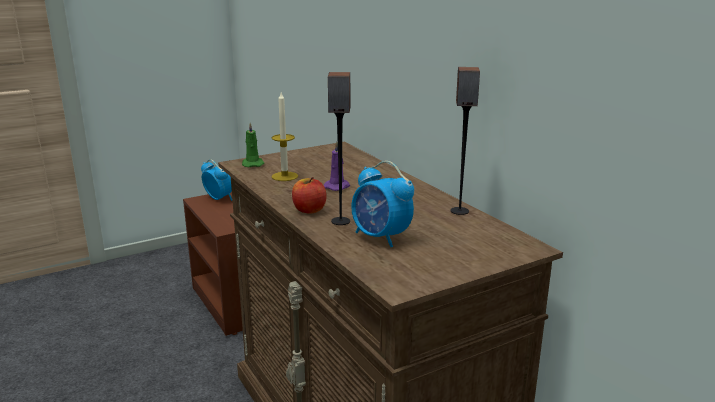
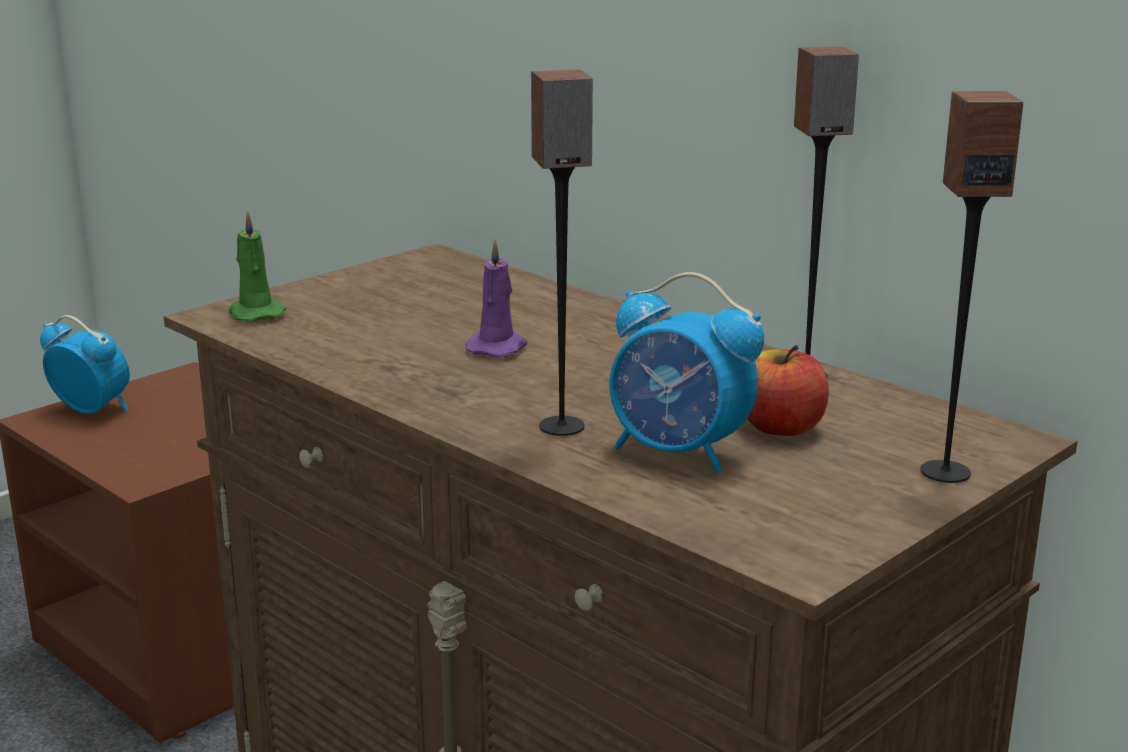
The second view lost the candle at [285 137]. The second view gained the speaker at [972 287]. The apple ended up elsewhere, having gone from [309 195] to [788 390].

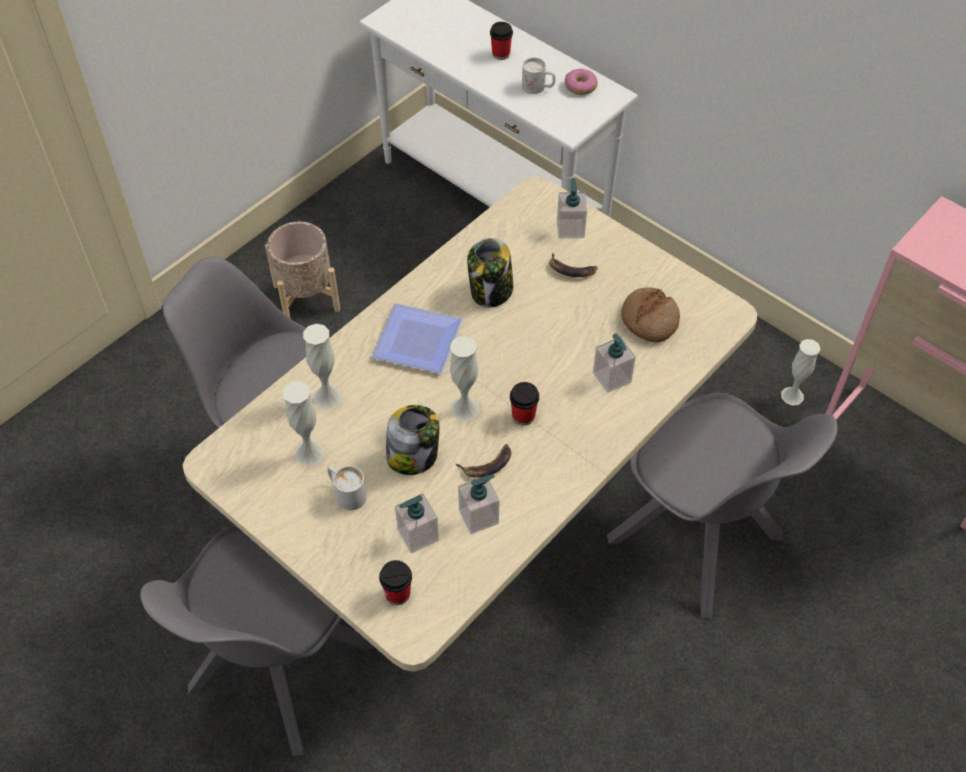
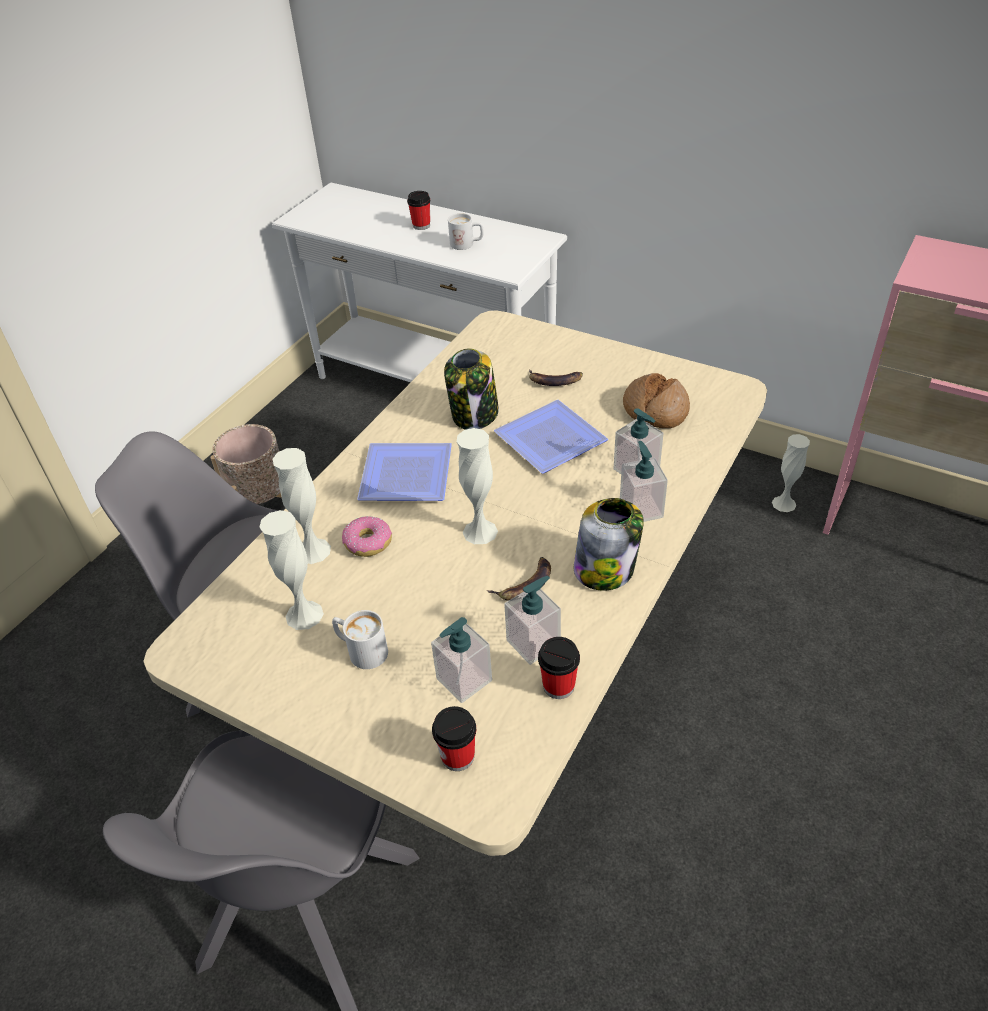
The second view lost the grey chair at [722 506]. The second view gained the plate at [551 437]. The jar ended up elsewhere, having gone from [413 440] to [608 544]. The cup ended up elsewhere, having gone from [524 403] to [559 668]. The soap dispenser ended up elsewhere, having gone from [572 208] to [644 481]. The donut ended up elsewhere, having gone from [581 82] to [367 536].

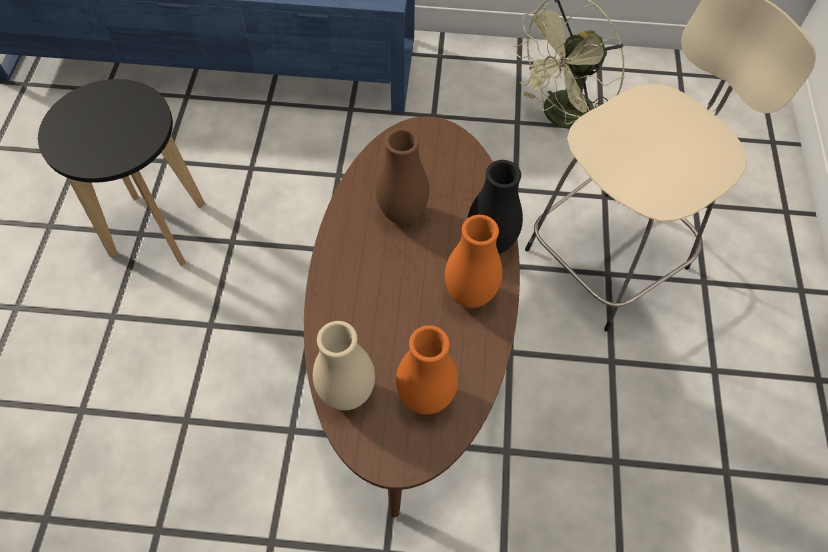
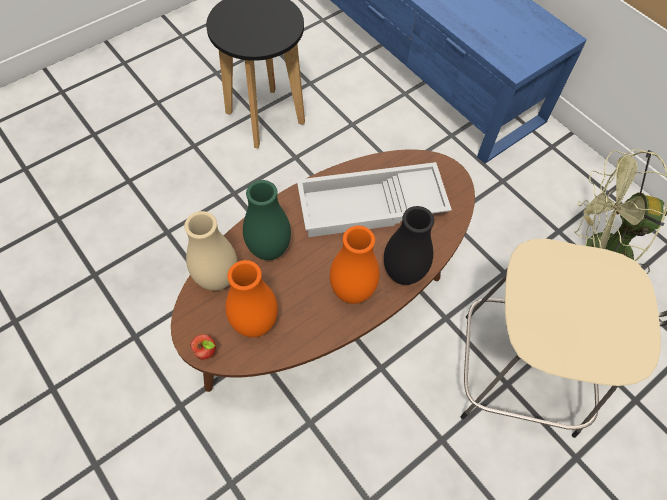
The second view gained the apple at [203 347]. The second view gained the green vase at [267 220]. Where the brown vase stood at [402 176], the white tray came to stand at [374 199].

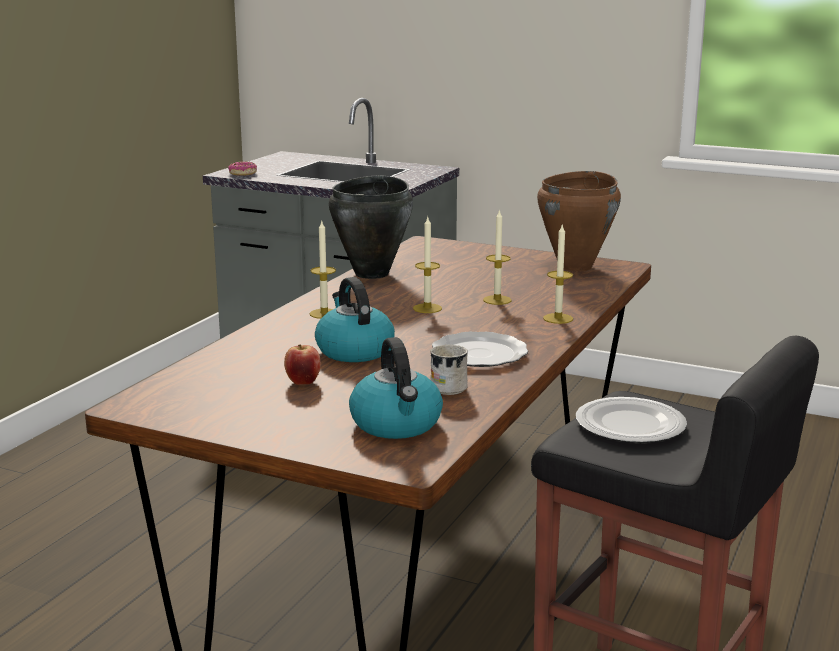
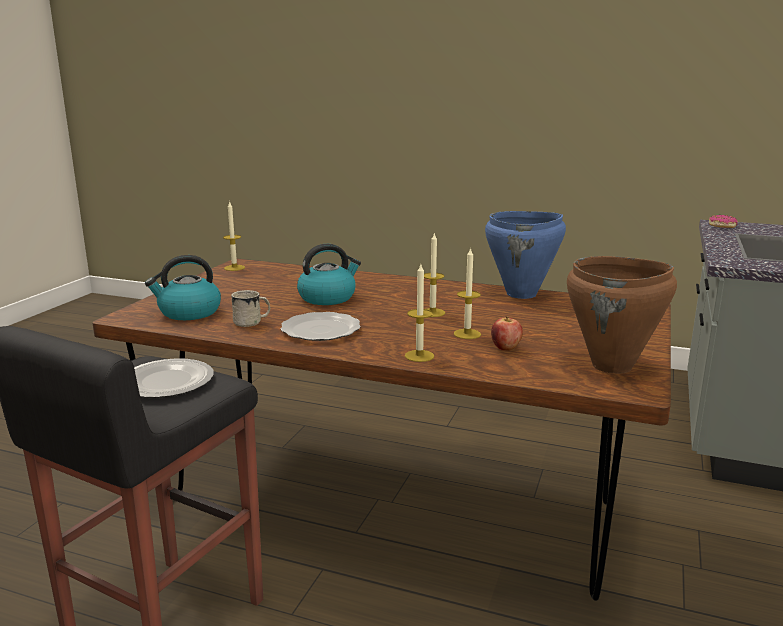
The apple ended up elsewhere, having gone from [302 364] to [507 333]. The candle ended up elsewhere, having gone from [323 270] to [234 236]. What was the black cooking pot at [371 227] turned into the blue cooking pot at [525 255].

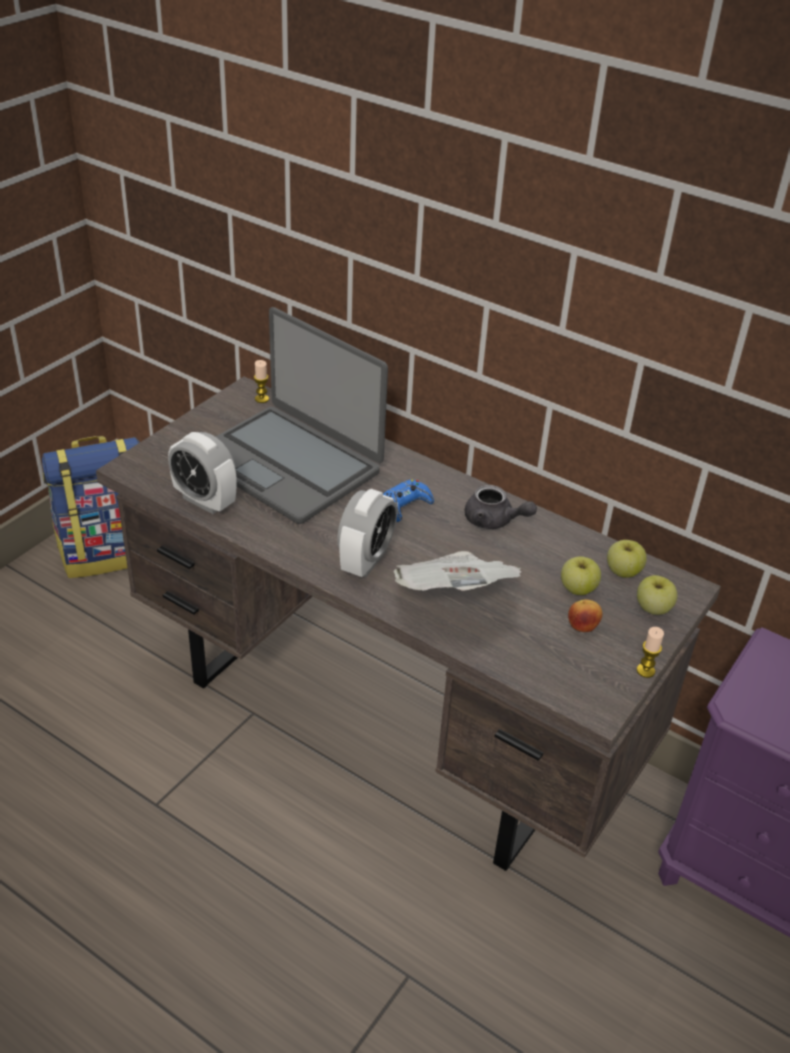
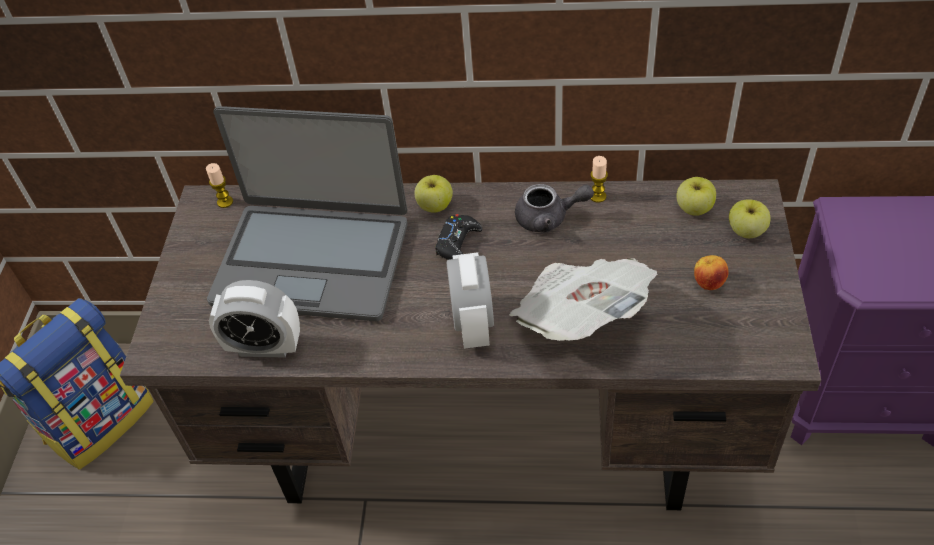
The apple ended up elsewhere, having gone from [581 575] to [433 194]. The candle ended up elsewhere, having gone from [650 652] to [599 179]. What was the blue game controller at [408 500] turned into the black game controller at [458 237].

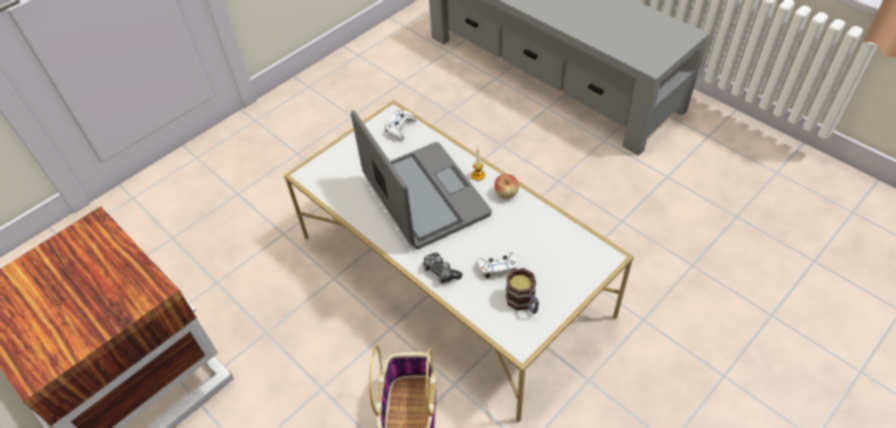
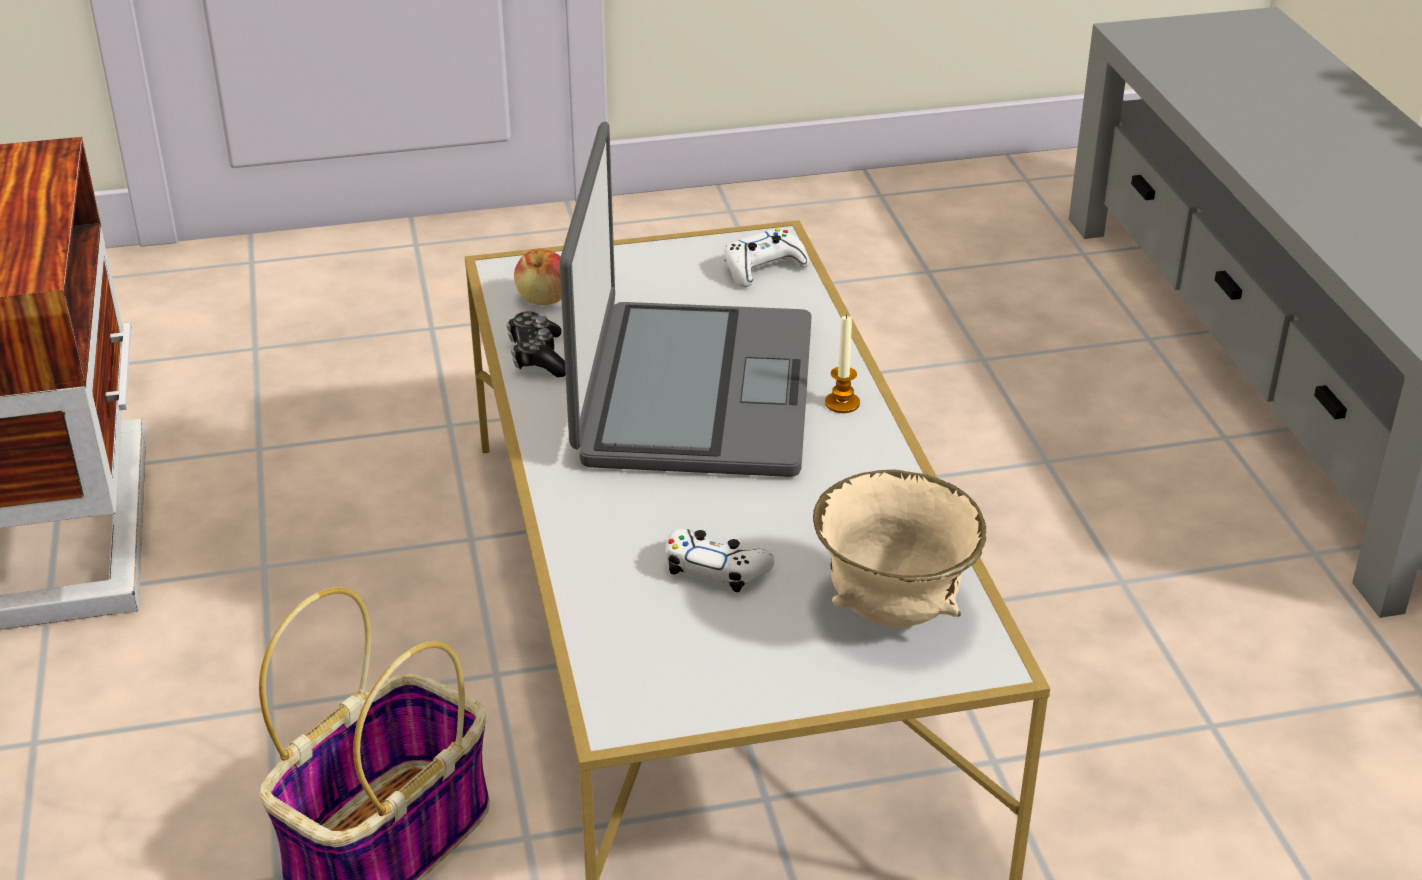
The second view lost the mug at [522 291]. The second view gained the beige bowl at [899 548]. The game controller ended up elsewhere, having gone from [442 268] to [536 345]. The apple ended up elsewhere, having gone from [506 186] to [537 277].

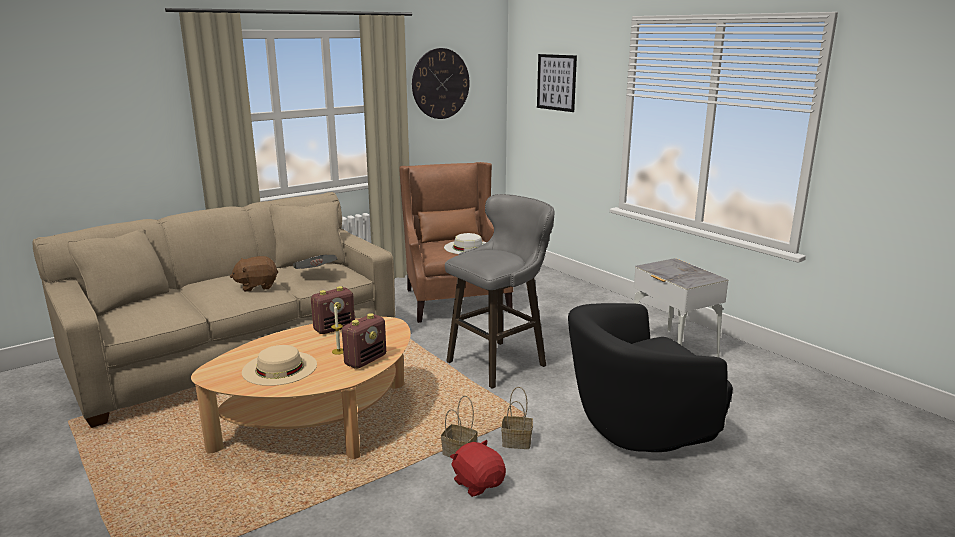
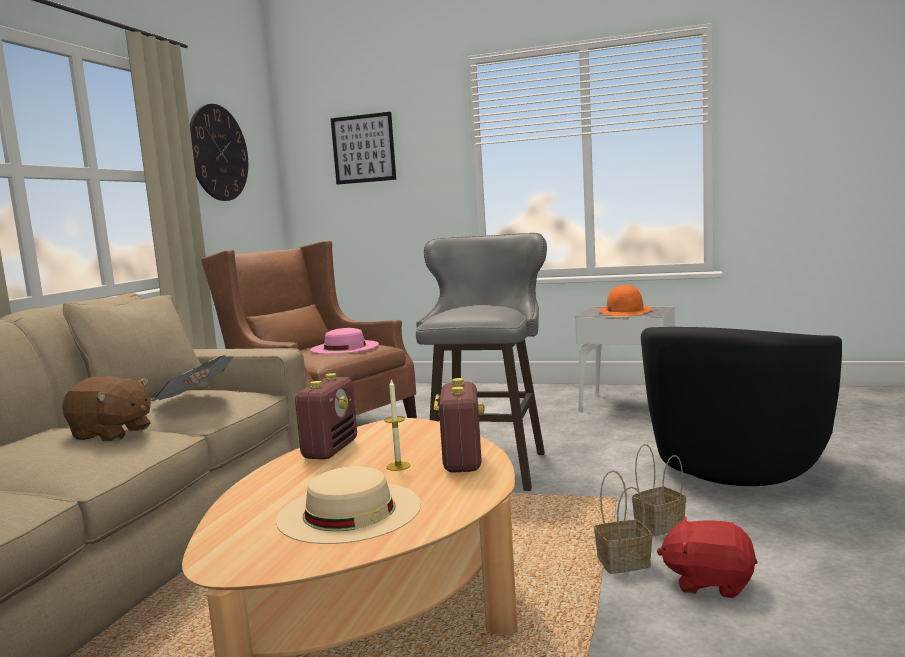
The second view gained the orange hat at [625 300]. What was the white hat at [465 243] turned into the pink hat at [345 341]. The brown plush toy at [254 274] ended up facing another way, 105 degrees counterclockwise from before.

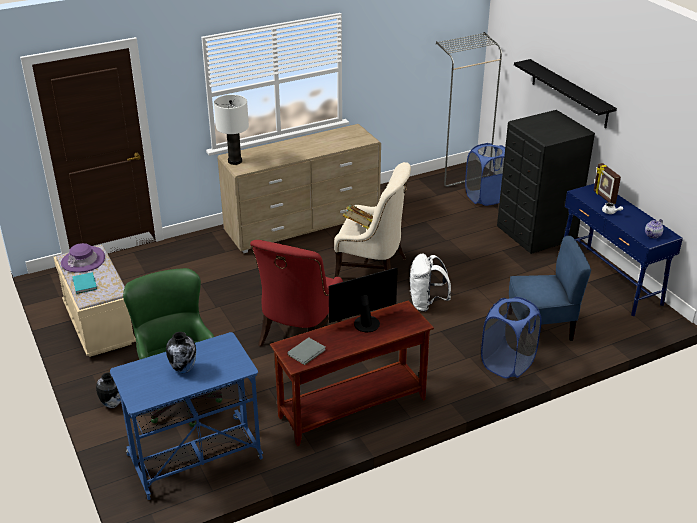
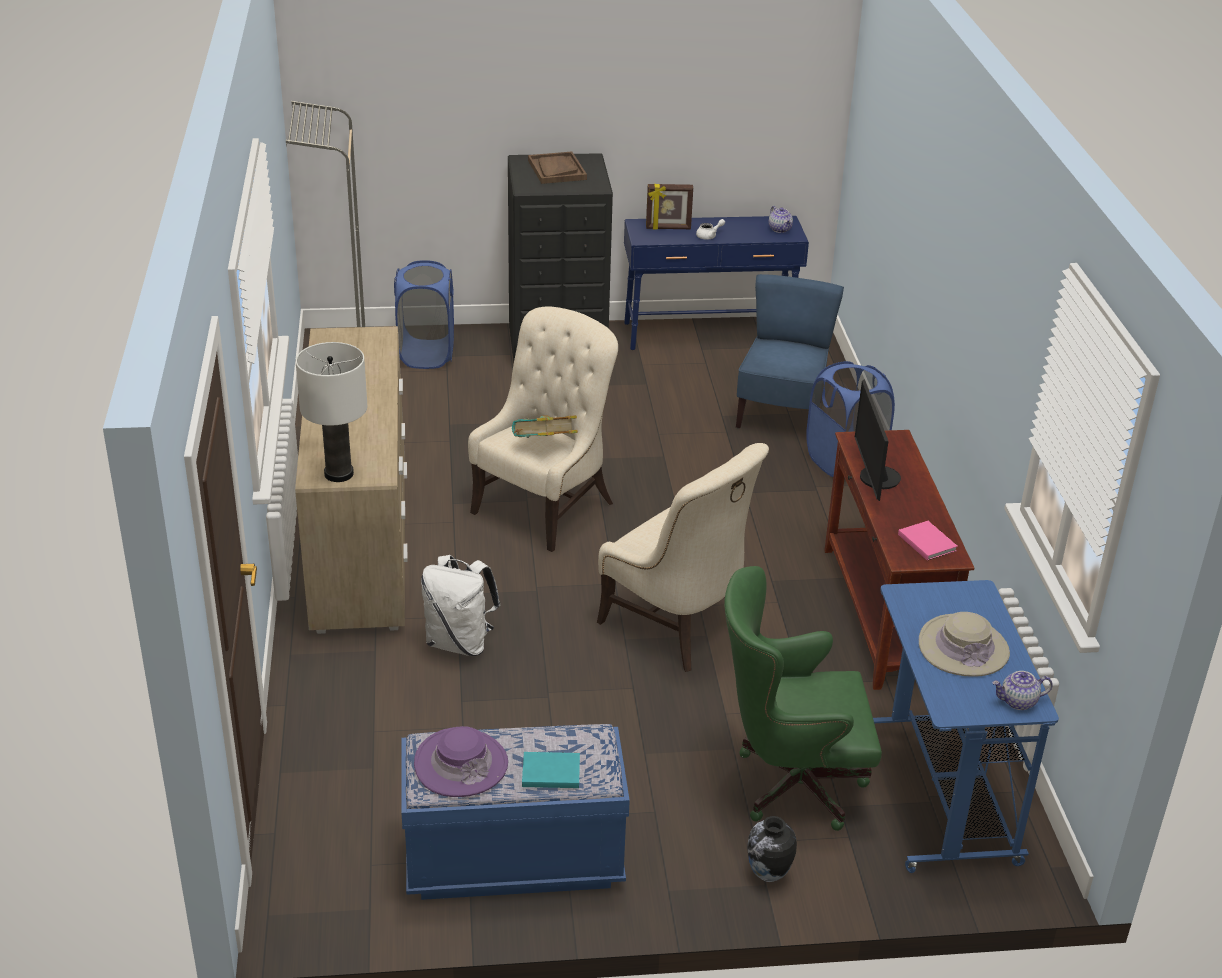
The second view lost the black shelf at [565 93]. The second view gained the brown tray at [557 167]. The second view gained the teapot at [1022 690]. The white backpack ended up elsewhere, having gone from [430 283] to [460 605]. Where the vase stood at [181 352], the beige hat came to stand at [964 644]. What was the beige bench at [94 301] turned into the blue bench at [515 812]. What was the red armchair at [296 293] turned into the beige armchair at [683 557]. What was the grey book at [307 351] turned into the pink book at [928 541].

